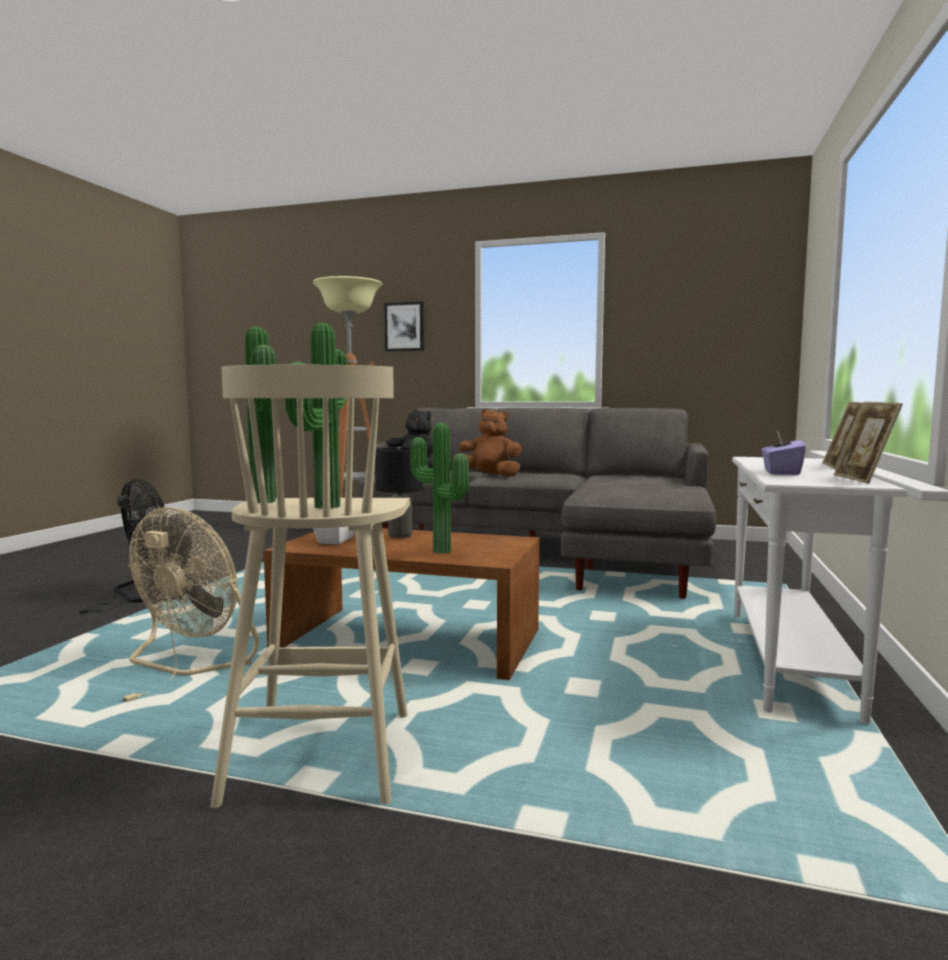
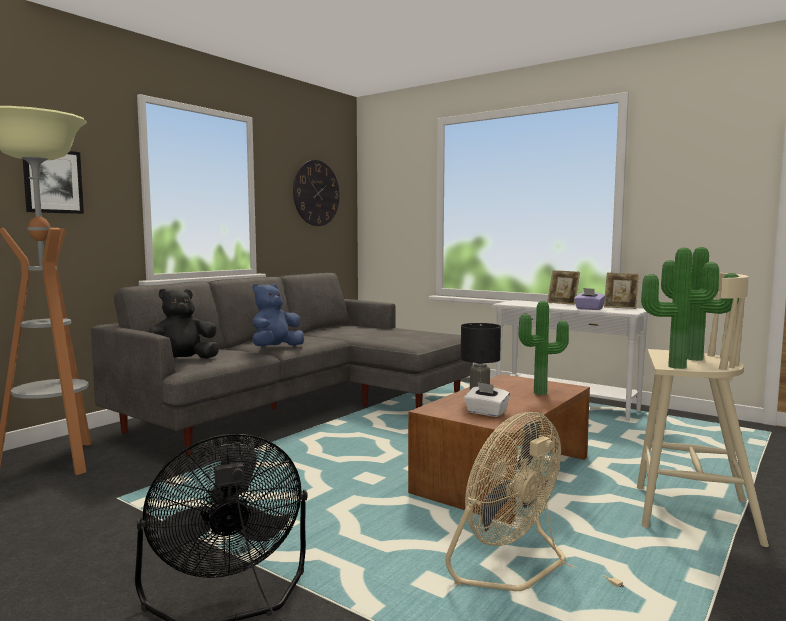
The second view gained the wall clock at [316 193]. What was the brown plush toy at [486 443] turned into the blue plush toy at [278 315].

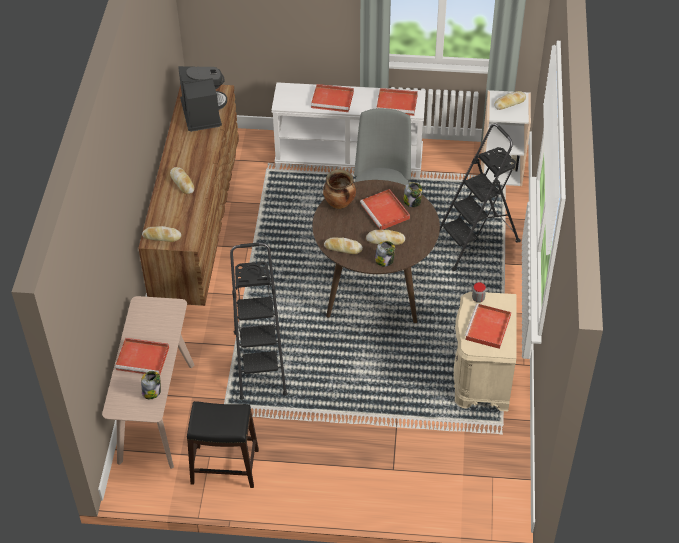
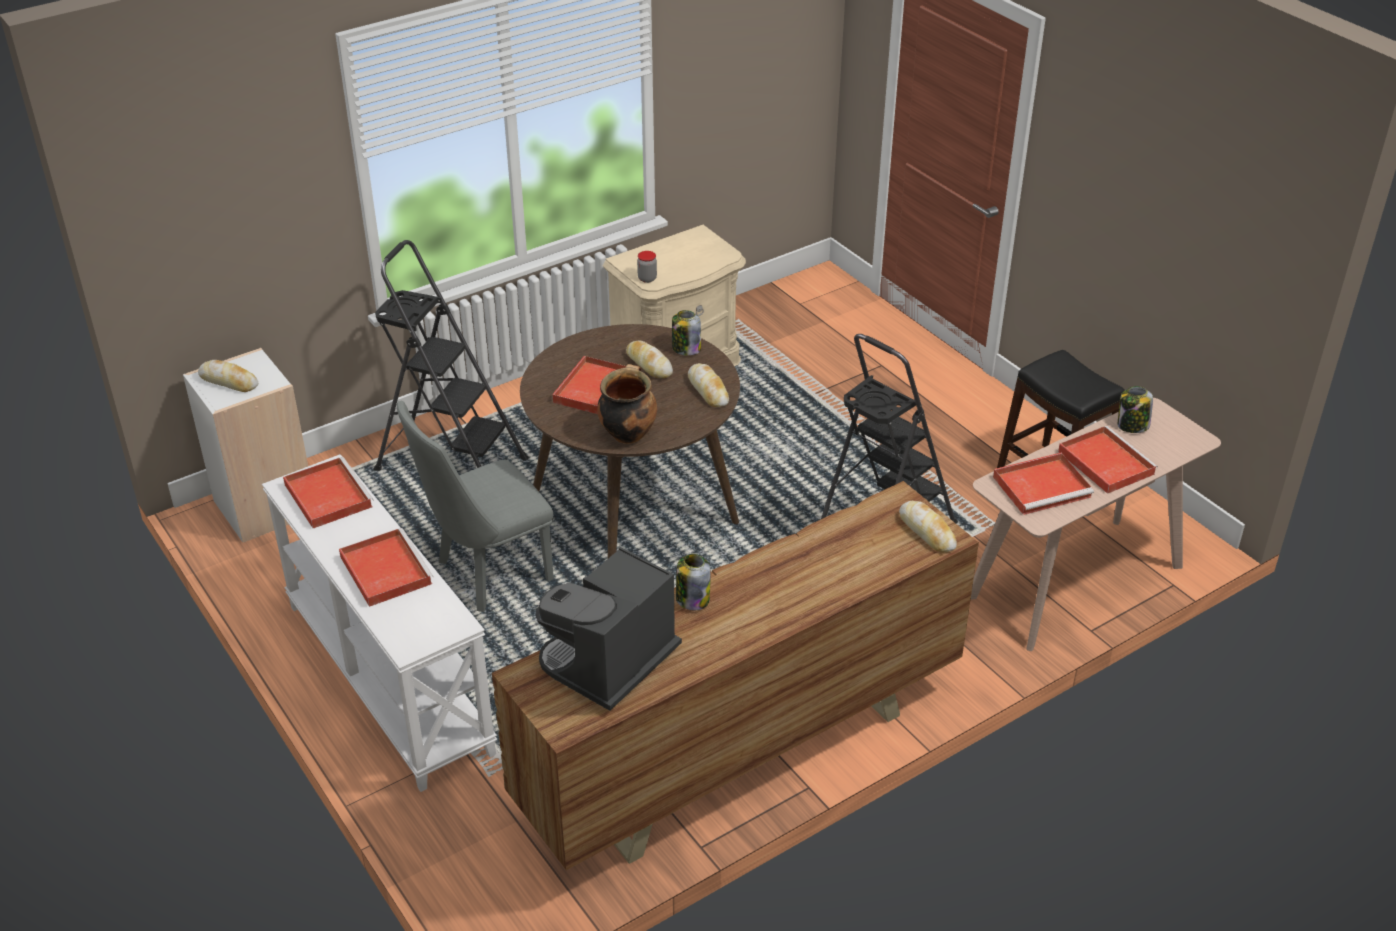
The second view lost the bread at [182 180]. The jar ended up elsewhere, having gone from [412 194] to [693 582]. The red tray ended up elsewhere, having gone from [487 326] to [1043 484].

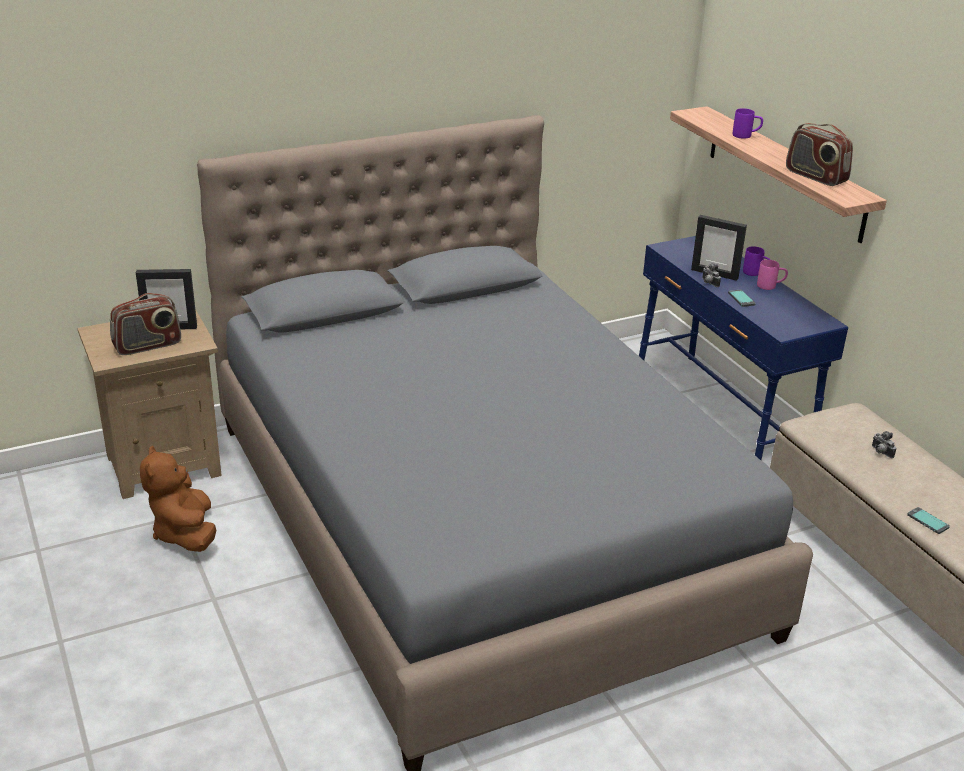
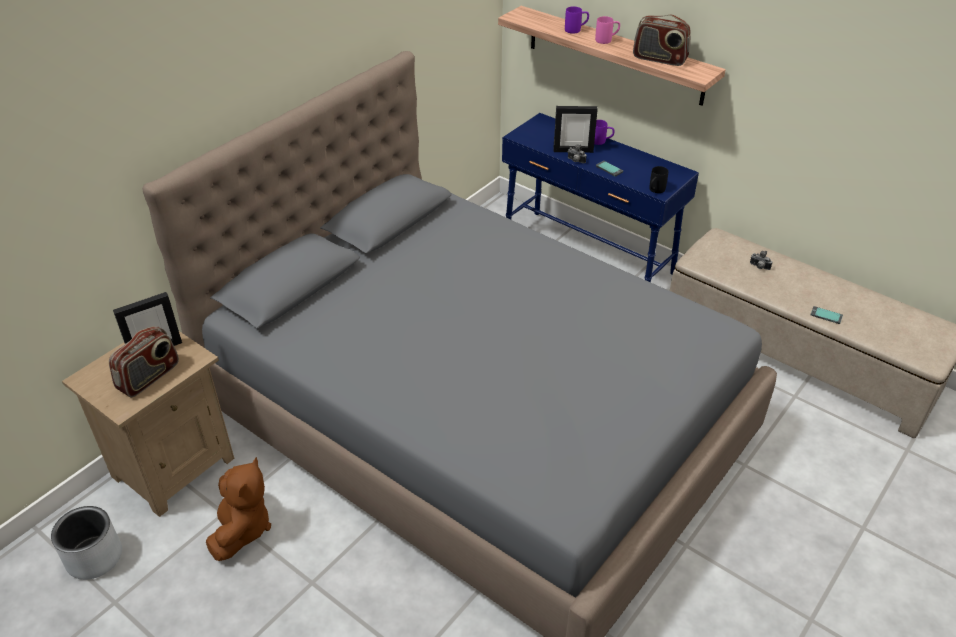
The second view gained the grey planter at [86 543]. The second view gained the black mug at [658 179]. The pink mug ended up elsewhere, having gone from [772 275] to [607 30]. The brown plush toy at [178 499] ended up facing another way, 135 degrees counterclockwise from before.

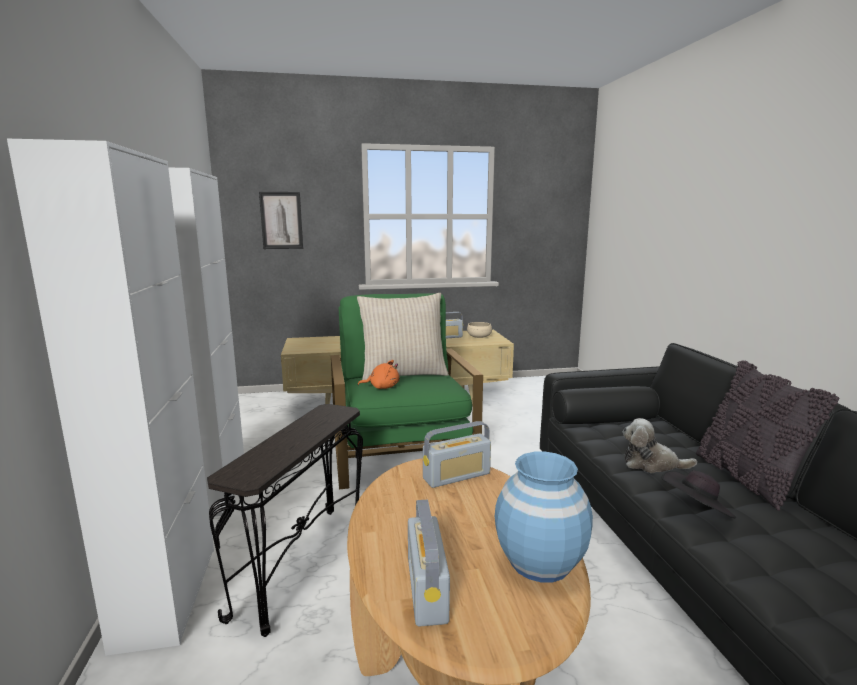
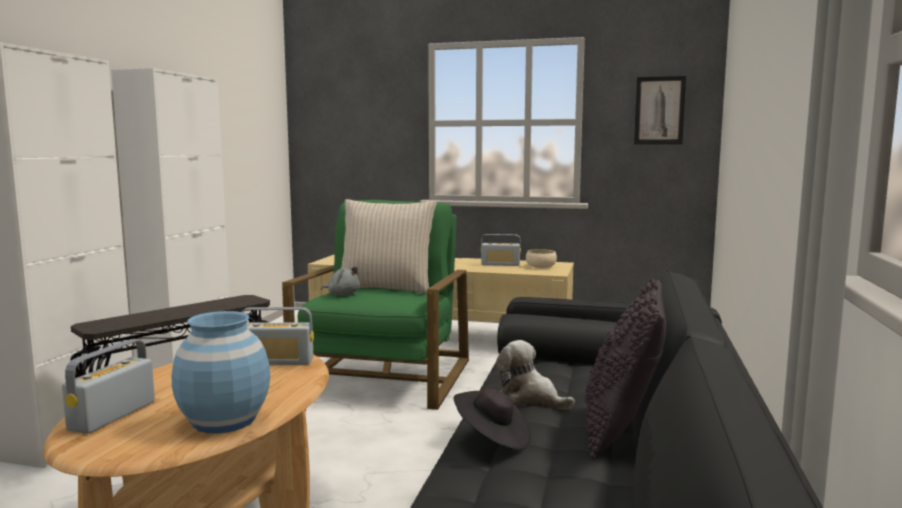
The picture ended up elsewhere, having gone from [281 220] to [660 110]. What was the orange plush toy at [379 374] turned into the grey plush toy at [340 281].

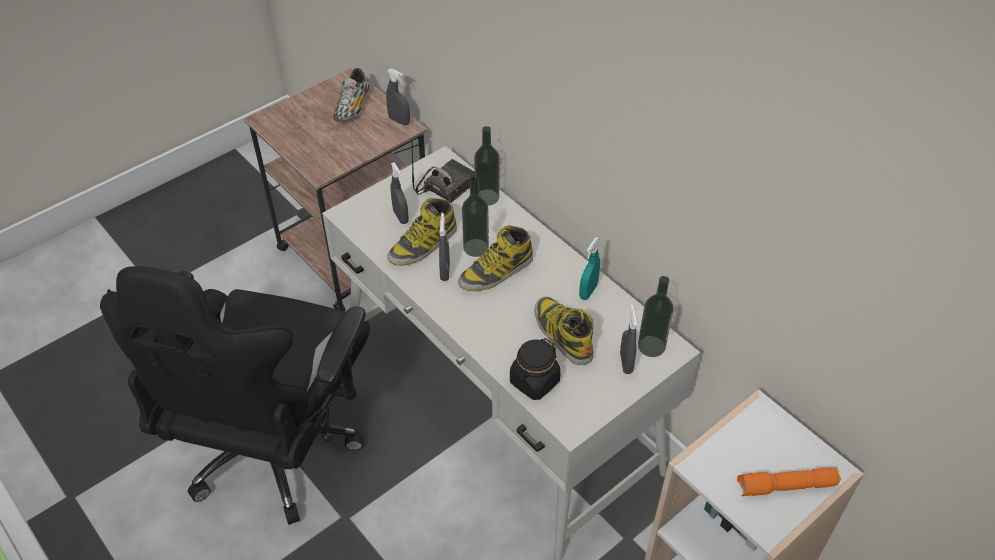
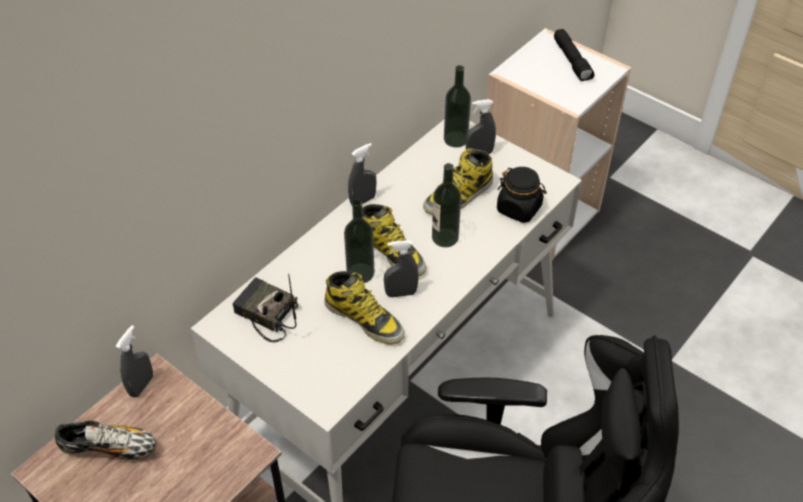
The second view lost the turquoise spray bottle at [589 268]. The grey spray bottle ended up elsewhere, having gone from [400 193] to [362 174]. The bottle ended up elsewhere, having gone from [486 166] to [446 205]. What was the orange flashlight at [789 481] turned into the black flashlight at [574 55].

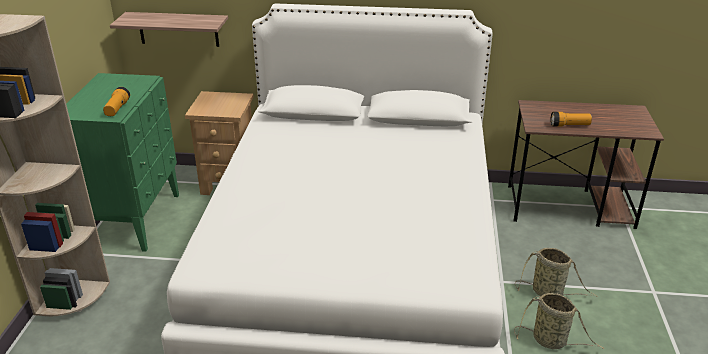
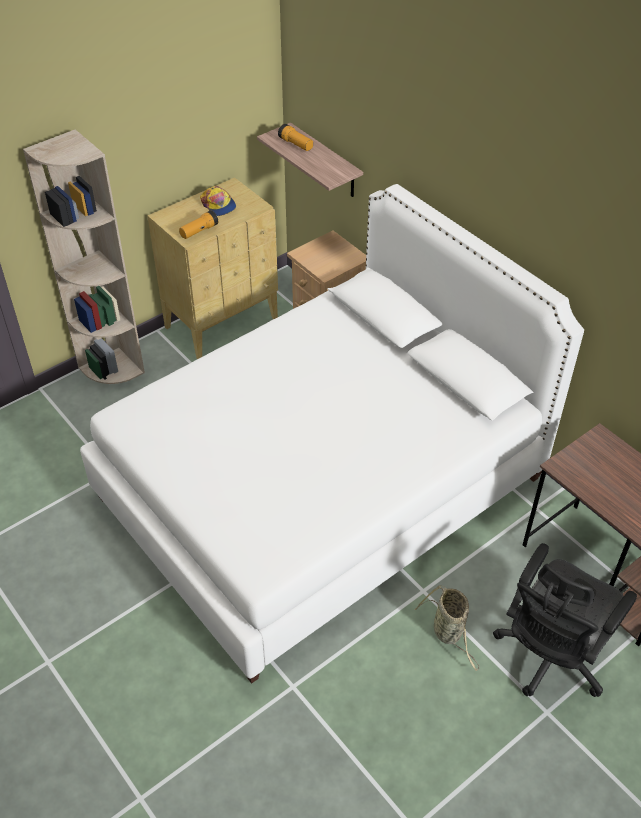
The second view lost the basket at [559 321]. The second view gained the cap at [218 201]. The second view gained the office chair at [565 620]. The flashlight ended up elsewhere, having gone from [571 119] to [295 137]. What was the green dresser at [122 162] turned into the beige dresser at [213 268].

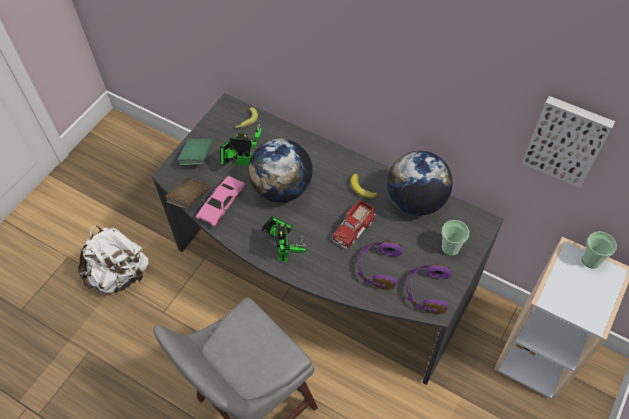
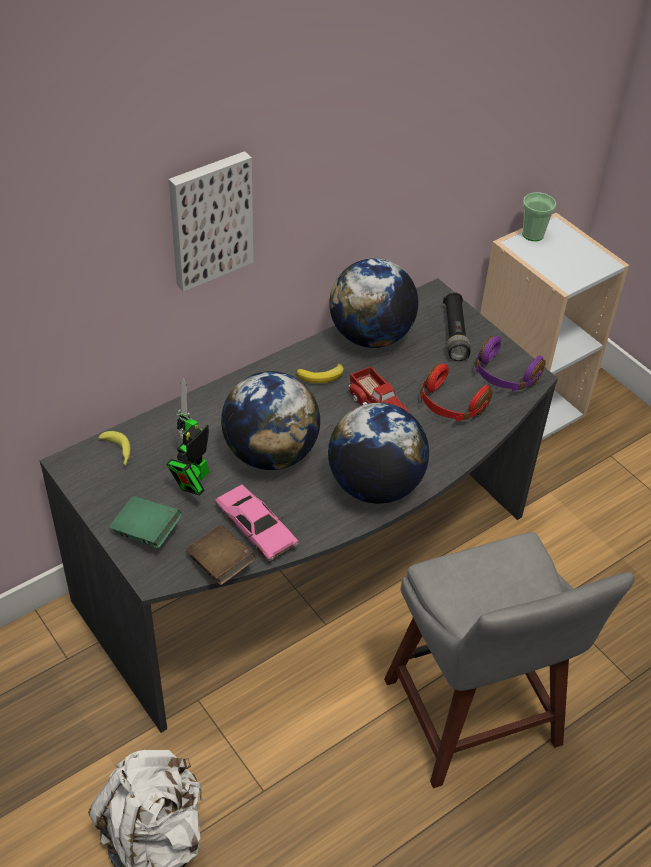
The picture ended up elsewhere, having gone from [568 142] to [211 221]. Where the toy robot stood at [284 239], the globe came to stand at [378 453]. Where the cup stood at [455 238], the black flashlight came to stand at [457 326]. What was the purple headphones at [380 265] turned into the red headphones at [456 392].

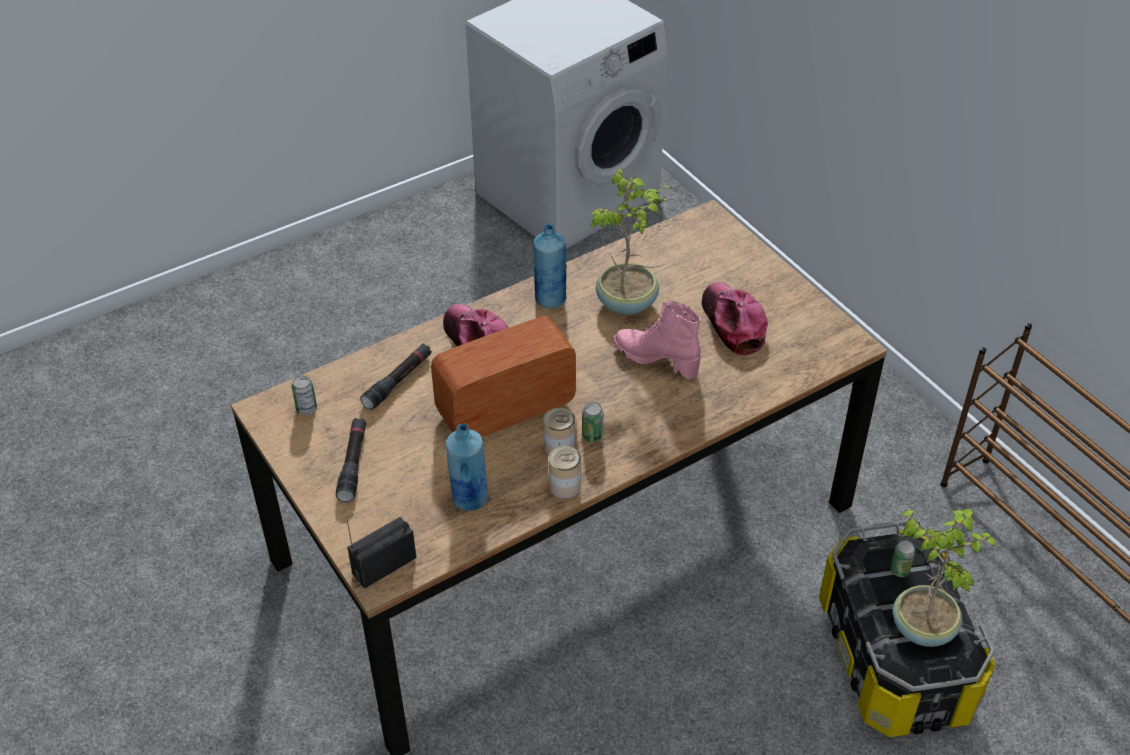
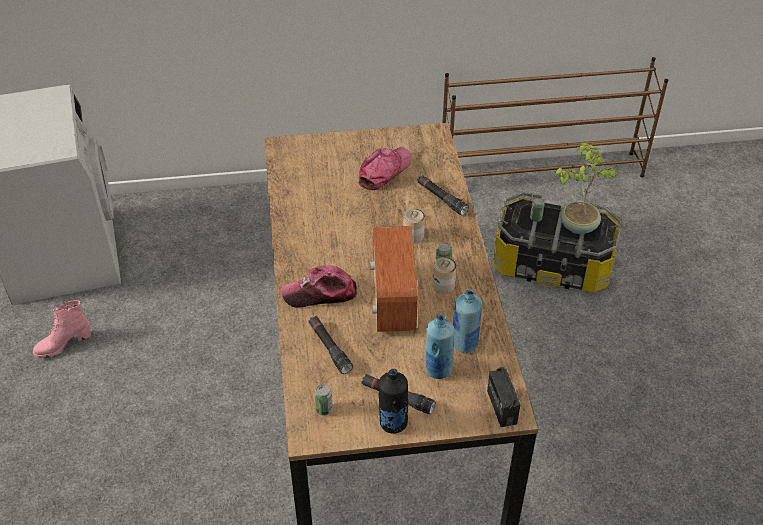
The second view lost the potted plant at [630 242]. The second view gained the black bottle at [393 401]. The second view gained the black flashlight at [443 195]. The blue bottle ended up elsewhere, having gone from [550 266] to [440 346]. The can ended up elsewhere, having gone from [565 472] to [414 226]. The pink boot ended up elsewhere, having gone from [657 340] to [62 329]. The cap at [735 319] ended up facing another way, 120 degrees clockwise from before.

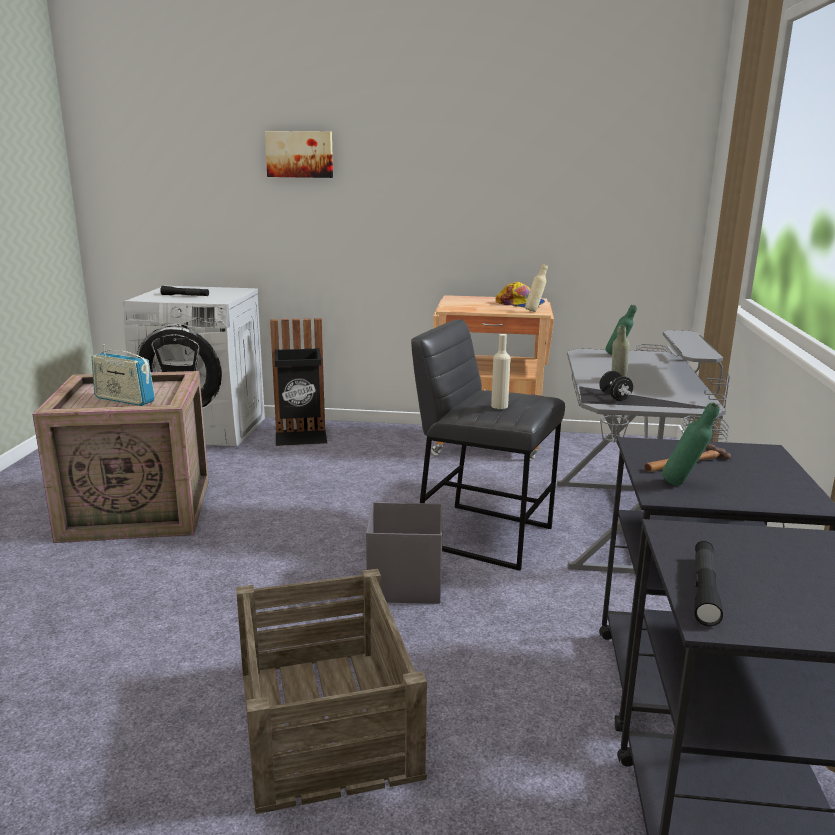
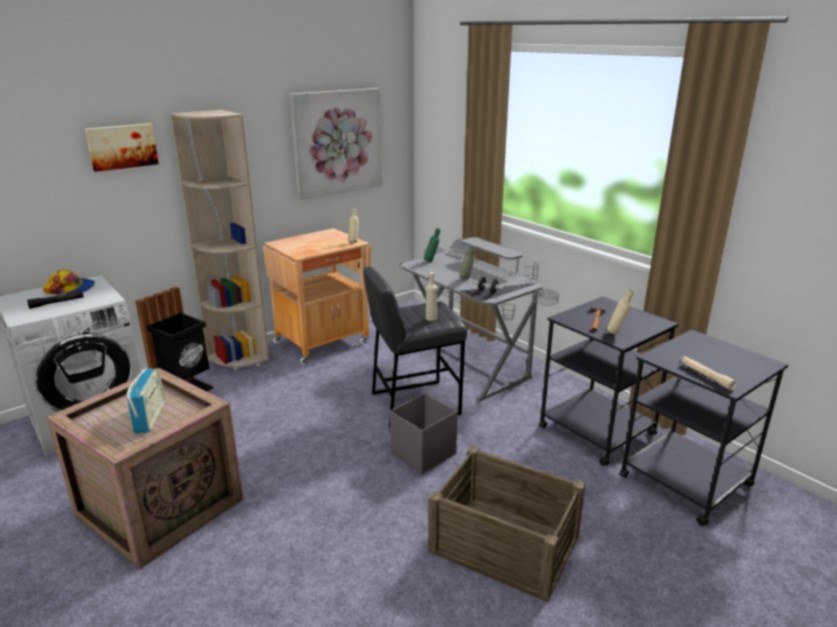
The second view gained the beige bookcase at [220 240]. The second view gained the picture at [336 144]. The cap ended up elsewhere, having gone from [520 295] to [69 282]. What was the green bottle at [691 444] turned into the beige bottle at [619 312]. What was the black flashlight at [709 583] turned into the beige flashlight at [709 373]. The radio at [123 375] ended up facing another way, 75 degrees counterclockwise from before.

